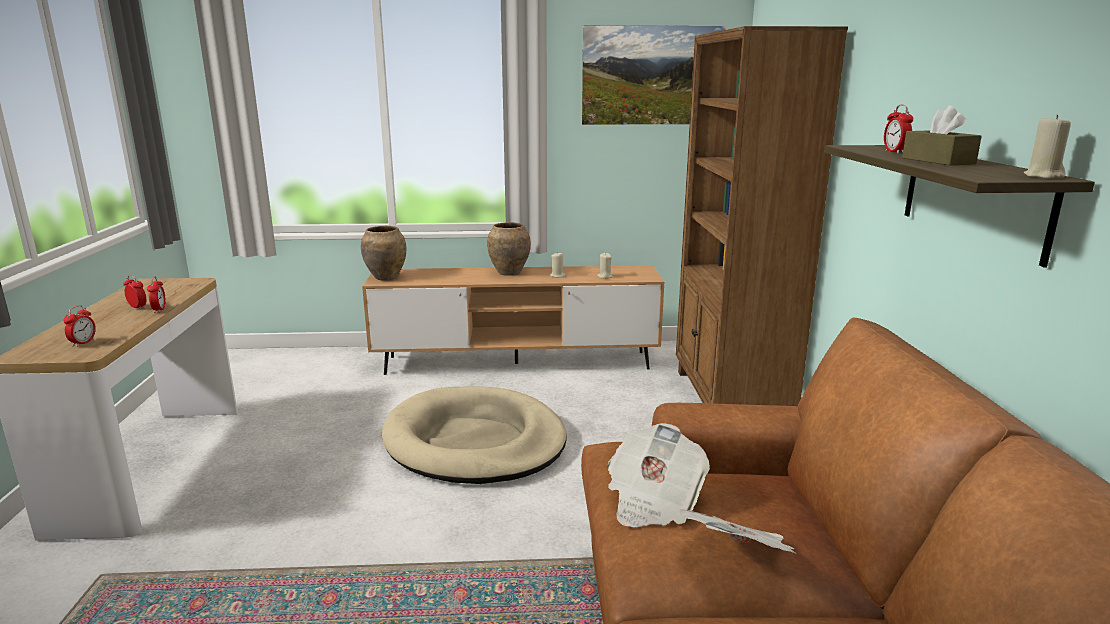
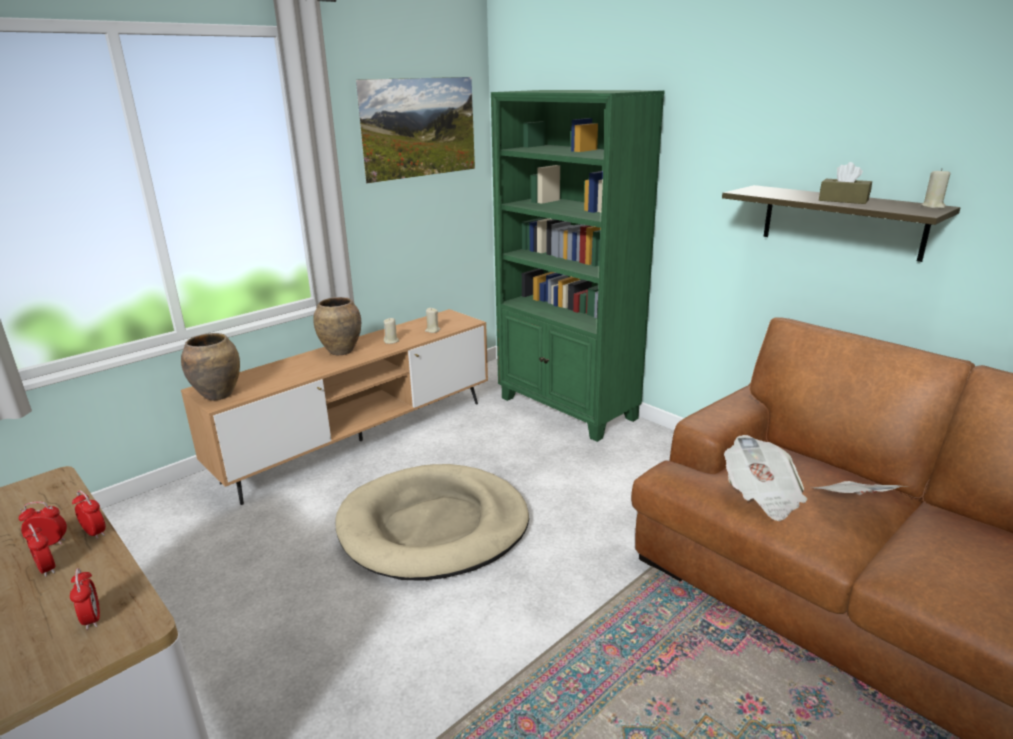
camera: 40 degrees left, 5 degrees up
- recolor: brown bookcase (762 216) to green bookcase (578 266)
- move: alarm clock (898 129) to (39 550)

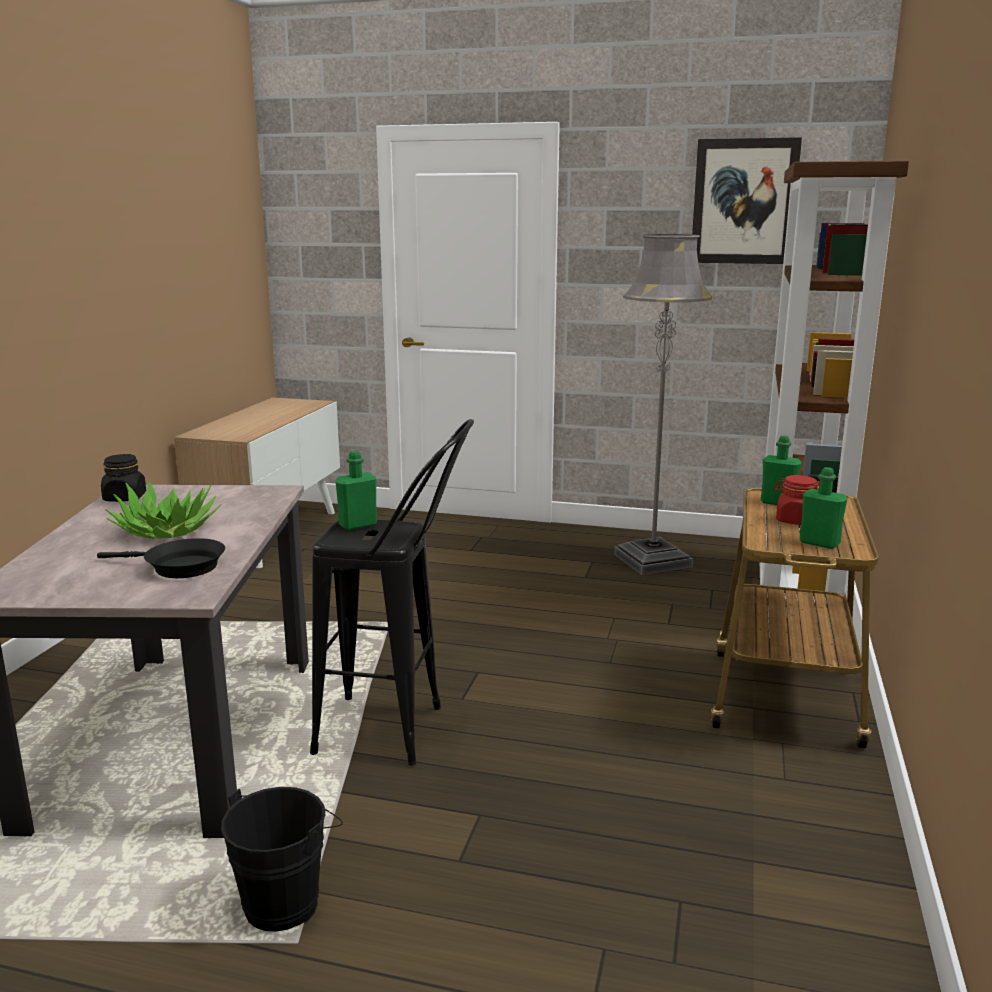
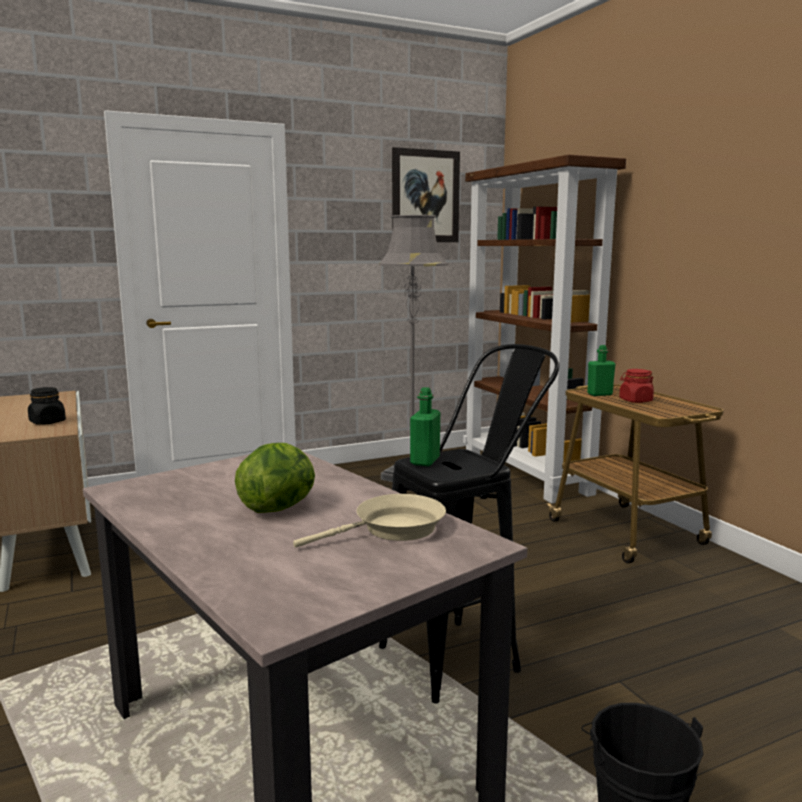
camera: 40 degrees left, 5 degrees down
- recolor: black frying pan (161 558) to beige frying pan (369 521)
- move: black jar (123 478) to (47 406)
- replace: potted plant (163 510) to lettuce (275 478)
- delete: green bottle (823 508)

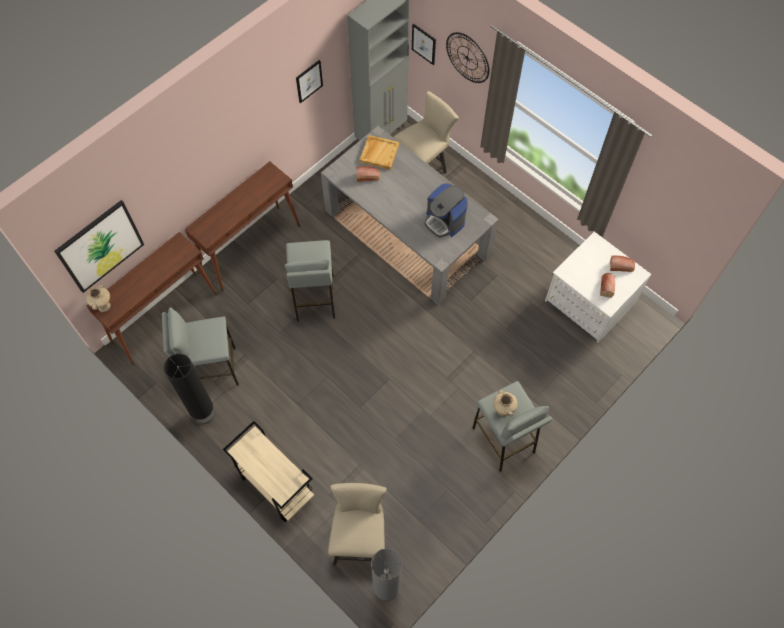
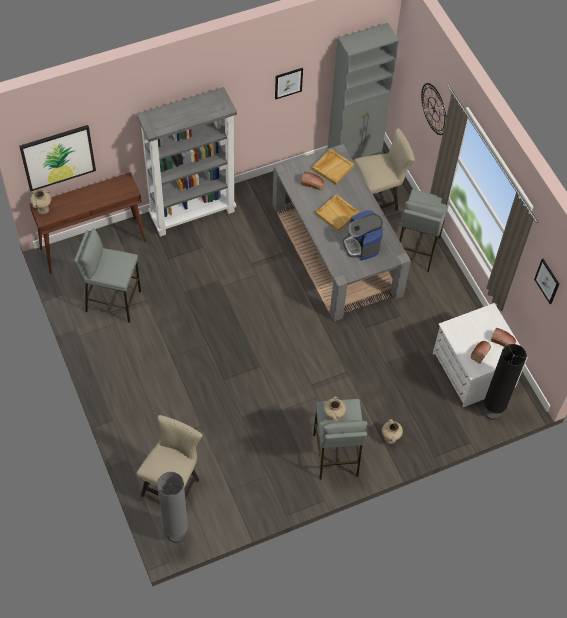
camera: 20 degrees right, 5 degrees down
- move: black floor lamp (189 389) to (505 382)
- replace: brown console table (242 226) to grey bookcase (187 162)
- delete: beige cart (268 471)
- move: grey stool (310 280) to (424 230)
- move: picture (424 44) to (546 281)
- insert: beige tray (337 213)
- insert: beige vase (392 431)

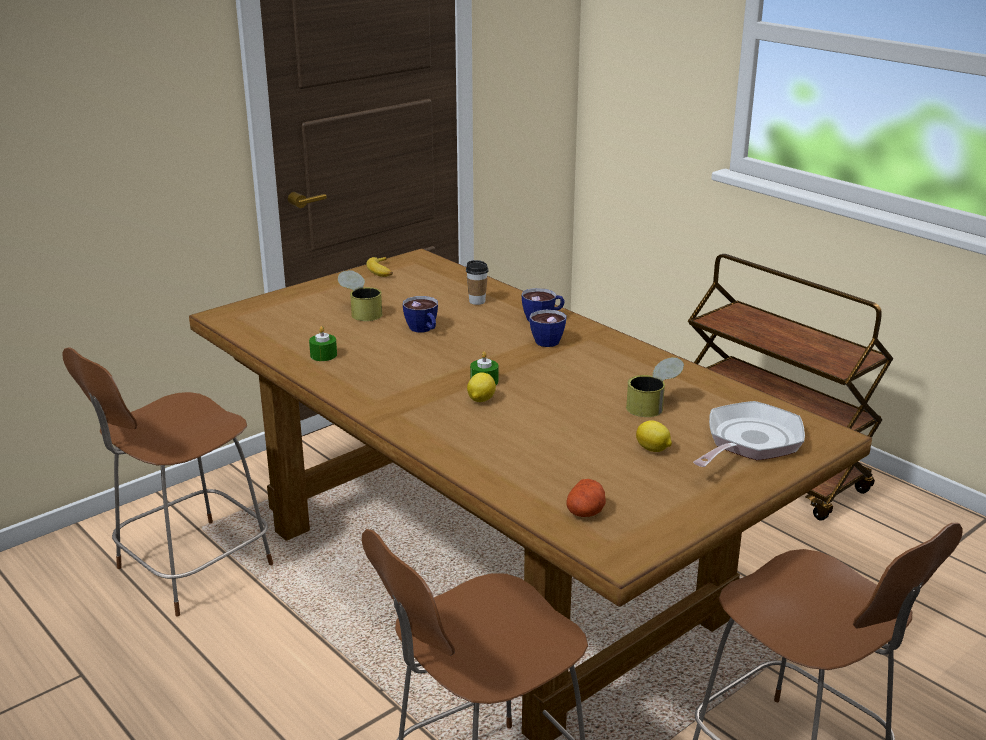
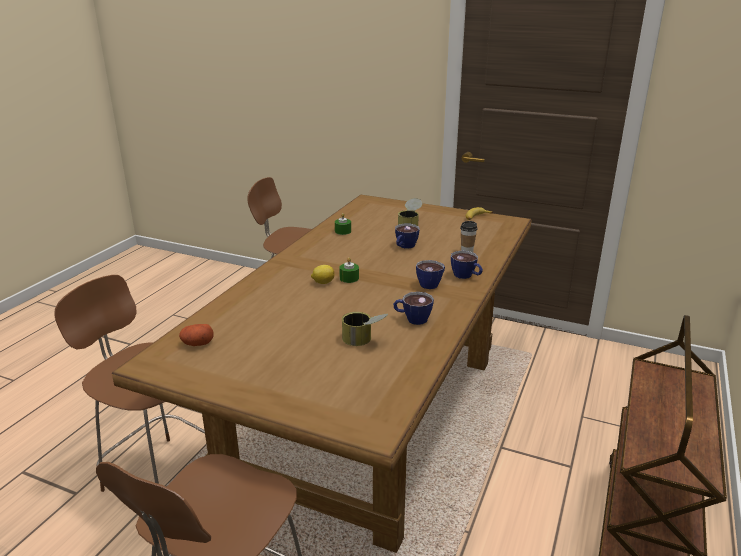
camera: 65 degrees right, 0 degrees up
- delete: lemon (654 436)
- delete: frying pan (749 434)
- insert: cup (413 308)

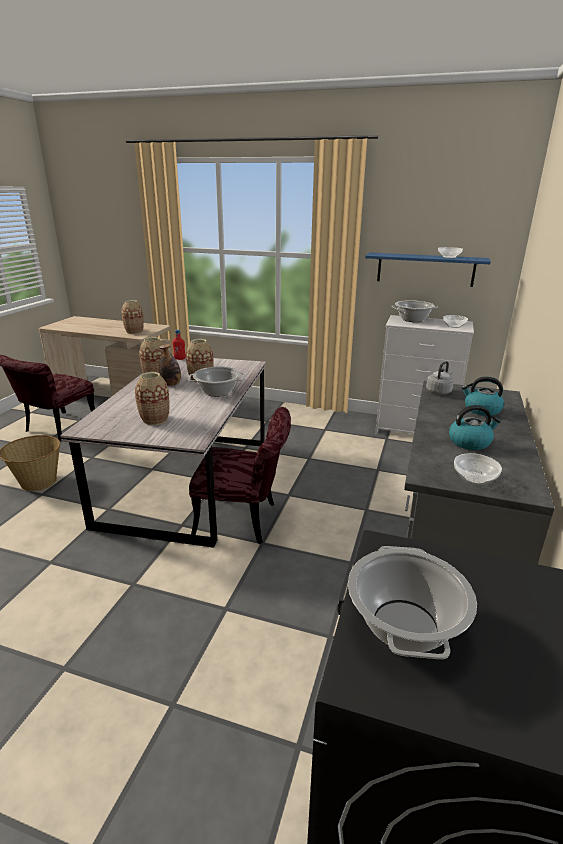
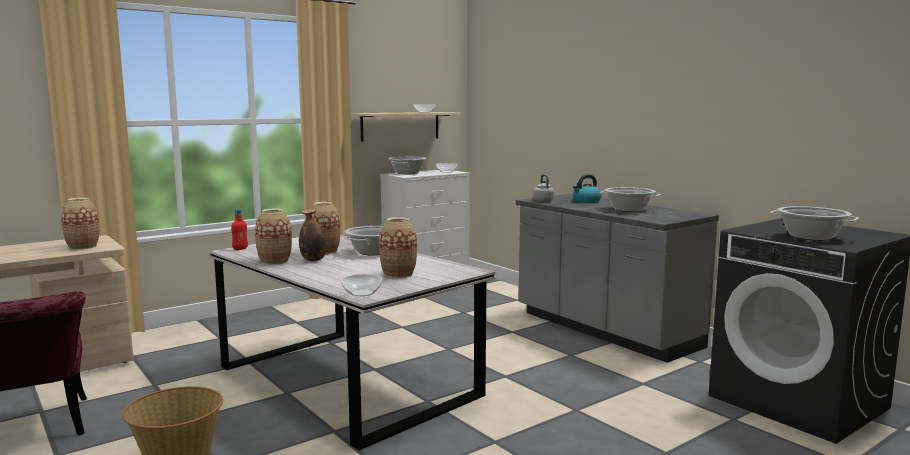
camera: 55 degrees left, 15 degrees down
- delete: red chair (240 475)
- recolor: blue shelf (428 270) to beige shelf (406 127)
- replace: kettle (475 427) to cooking pot (630 199)
- move: bowl (478 469) to (361 285)

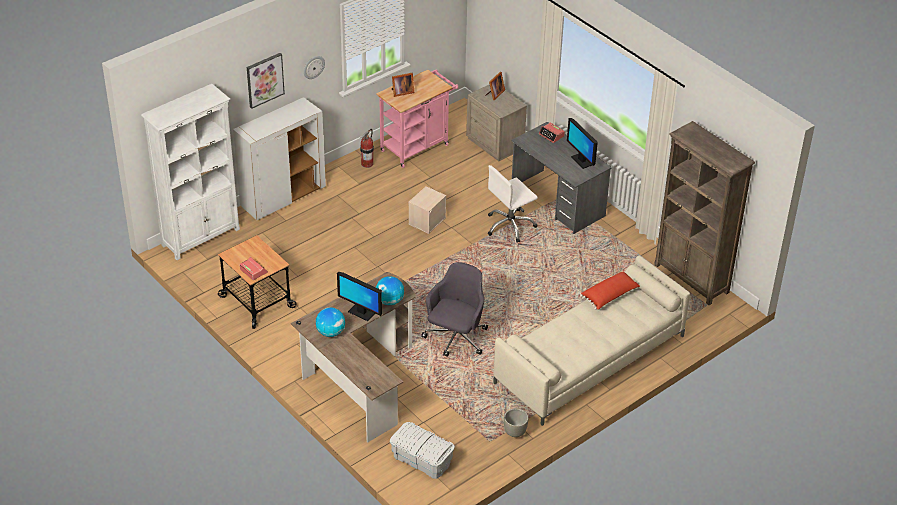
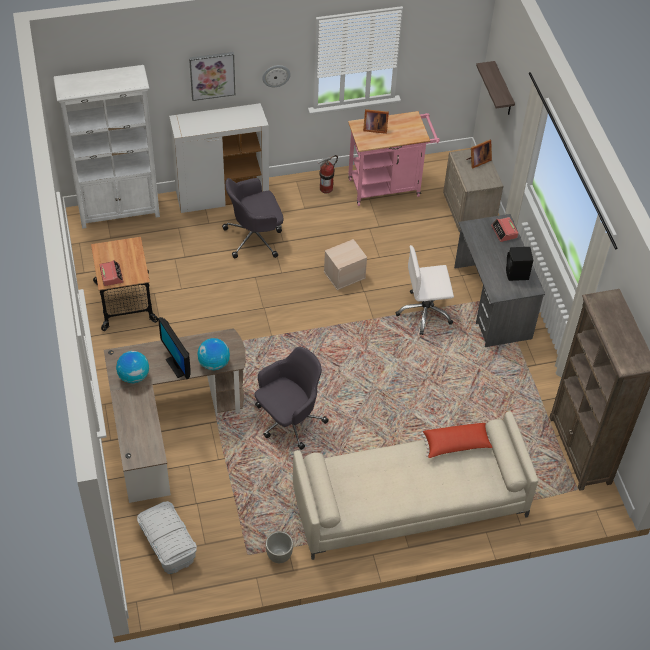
camera: 25 degrees right, 10 degrees up
- replace: monitor (582 143) to black speaker (519 264)
- insert: grey office chair (252 218)
- insert: shelf (495 88)

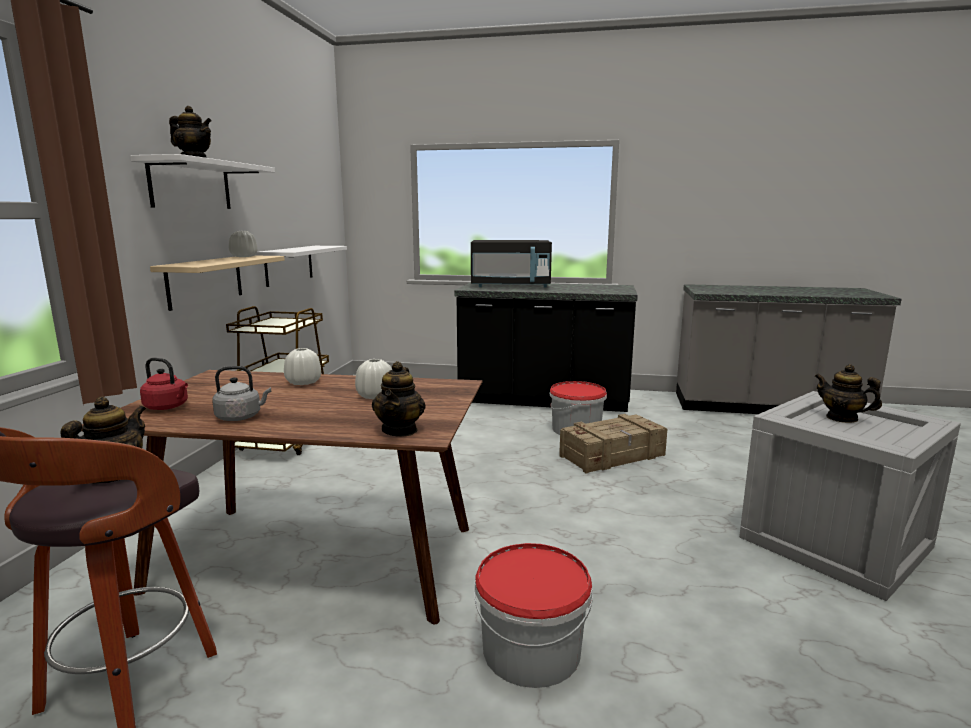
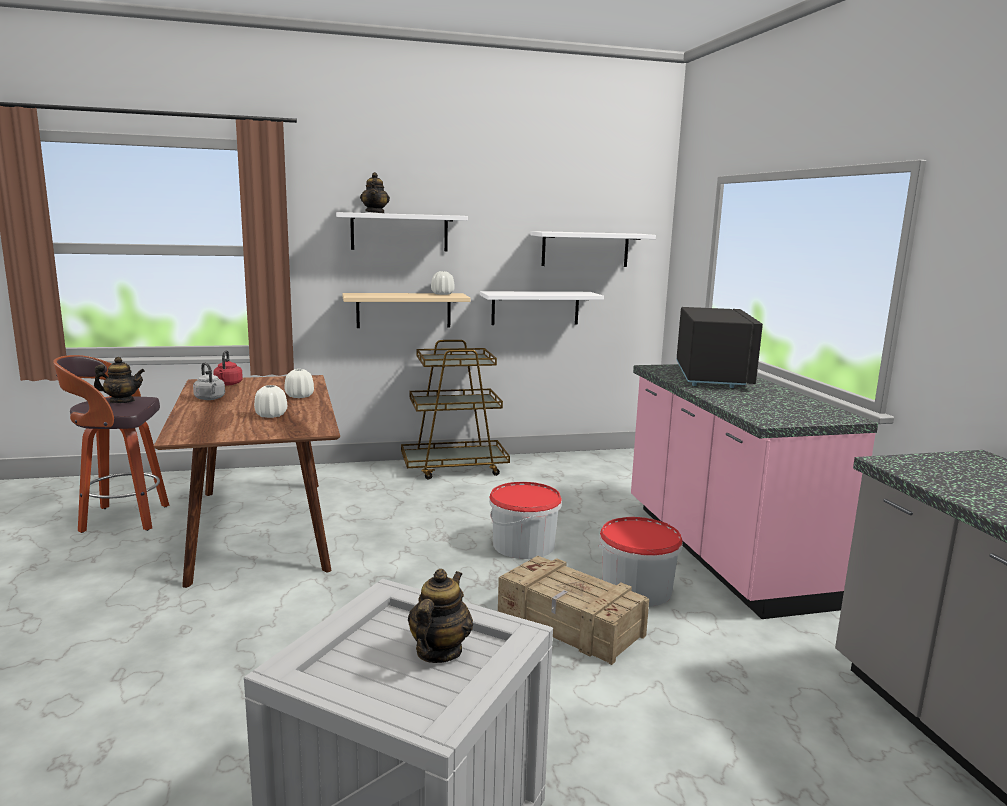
camera: 65 degrees right, 0 degrees up
- delete: teapot (398 399)
- recolor: black counter (546 347) to pink counter (754 491)
- rotate: black microwave (511 264) = (720 347) 150 degrees counterclockwise
- move: bucket (533 615) to (525 520)
- insert: white shelf (593 249)

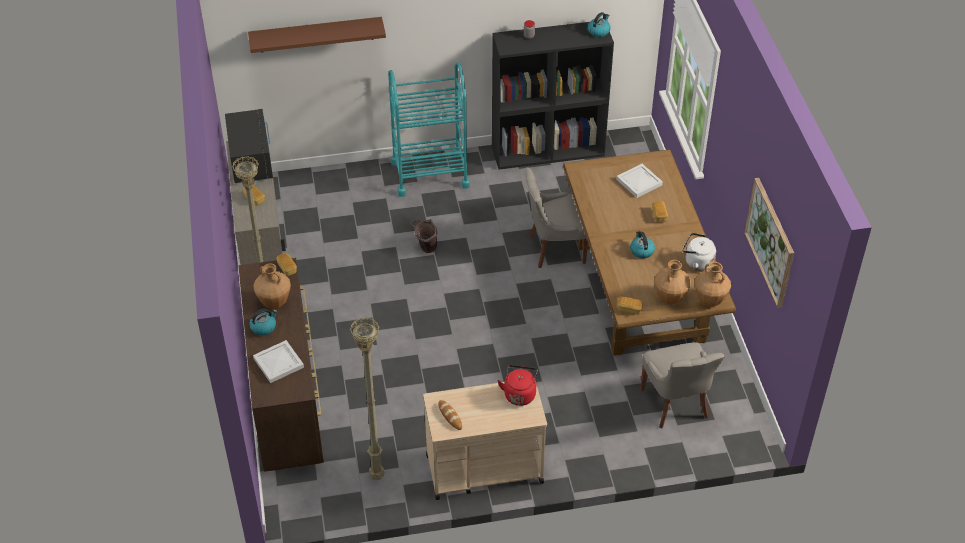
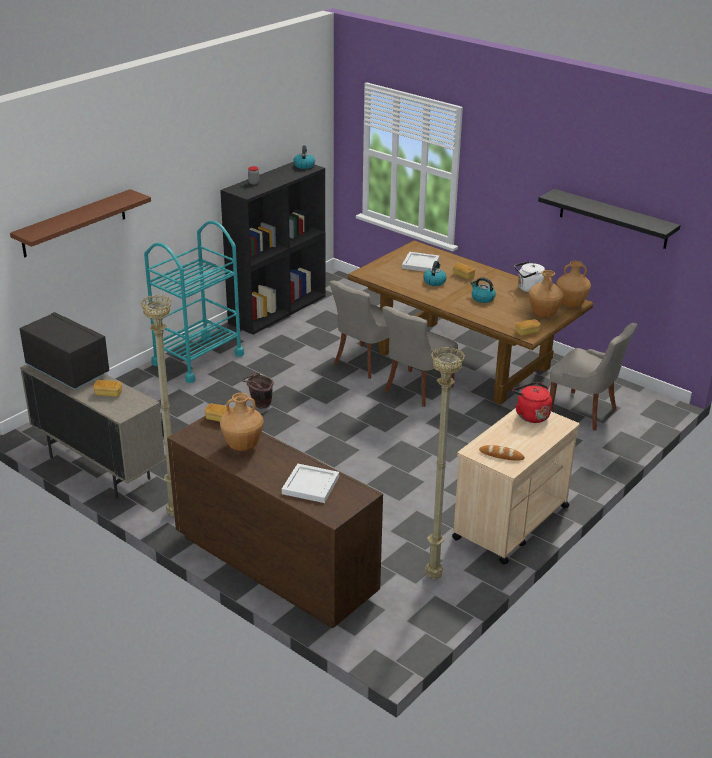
camera: 40 degrees left, 15 degrees down
- move: kettle (263 322) to (435 273)
- replace: picture (769 243) to black shelf (609 219)
- insert: grey chair (420 356)

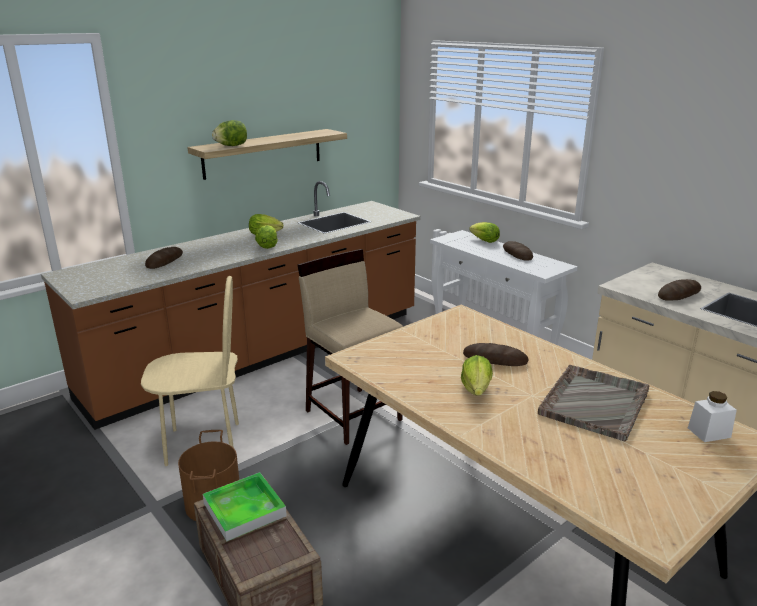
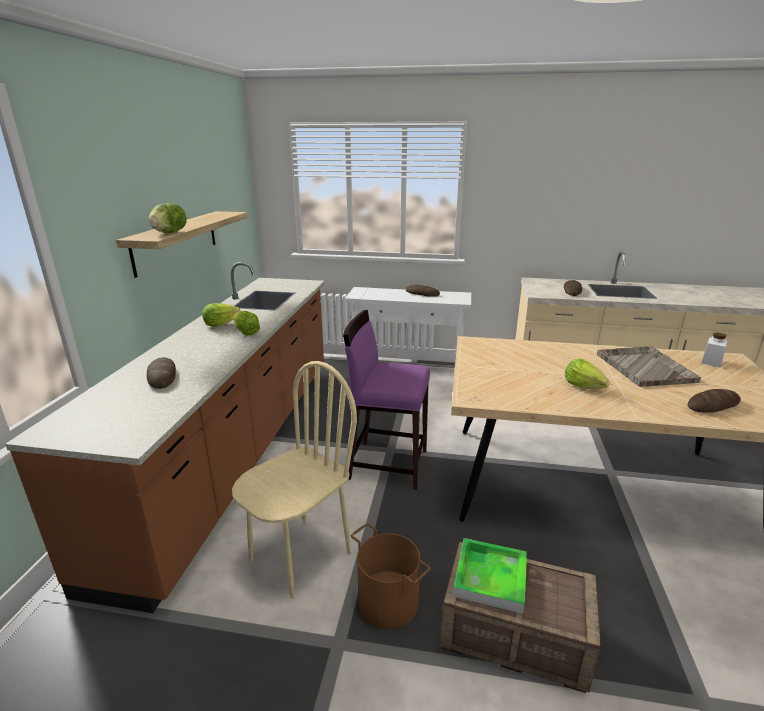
camera: 40 degrees left, 0 degrees up
- recolor: beige stool (350 347) to purple stool (386 399)
- move: bread (495 354) to (714 401)
- delete: lettuce (484 232)

